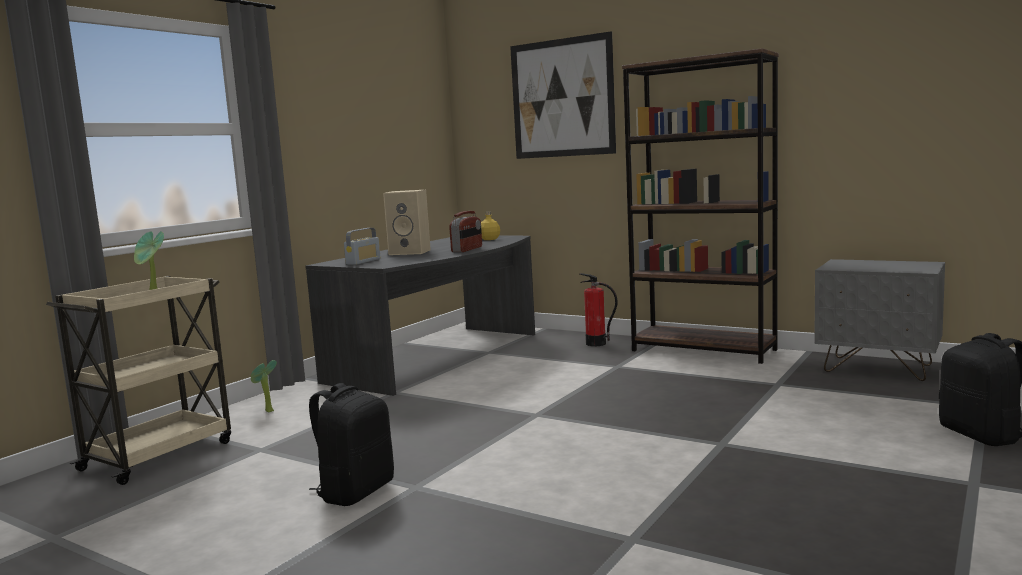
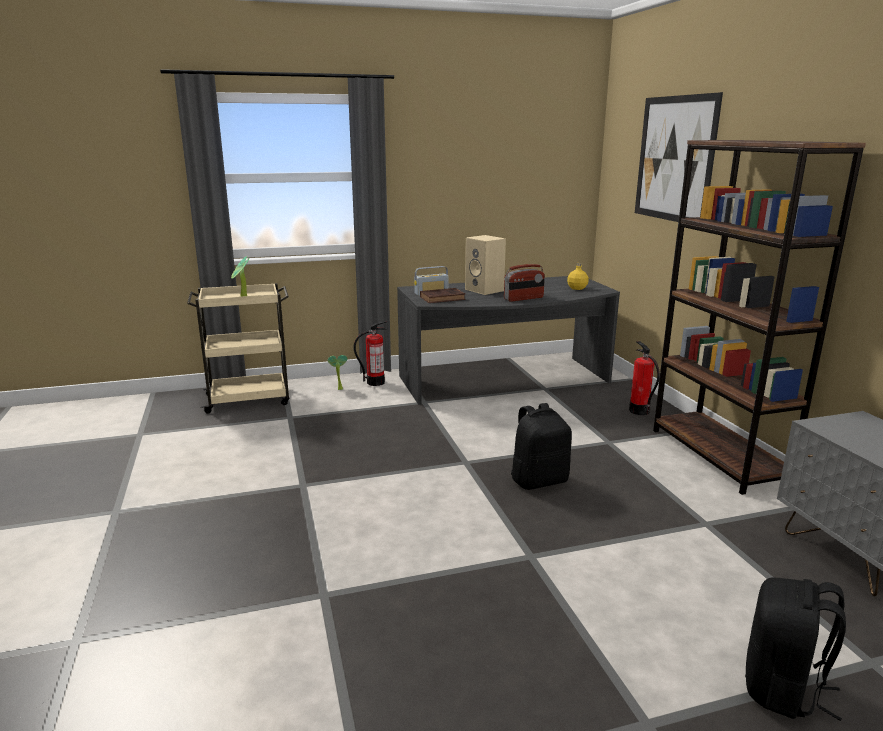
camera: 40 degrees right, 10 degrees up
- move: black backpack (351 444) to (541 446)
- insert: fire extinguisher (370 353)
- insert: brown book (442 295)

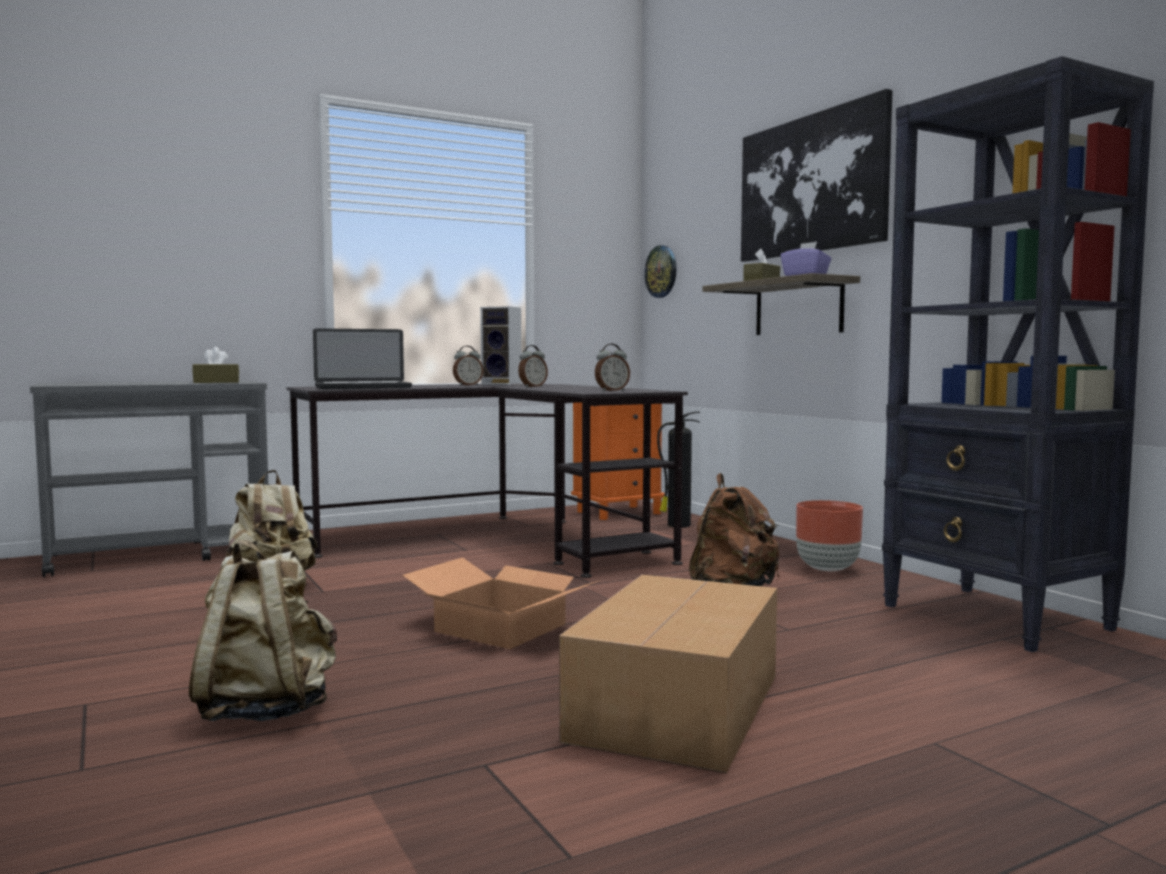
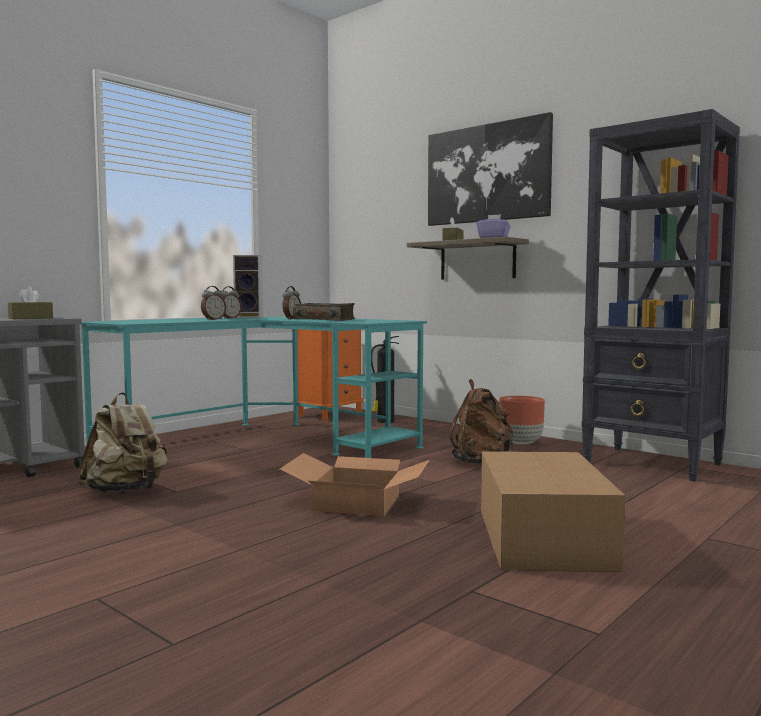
camera: 20 degrees left, 0 degrees up
- delete: beige backpack (263 630)
- recolor: black desk (487 481) to turquoise desk (253 387)
- delete: laptop (362 358)
- move: alarm clock (612 367) to (213 303)
- delete: wall clock (660 271)
- insert: book (324 312)

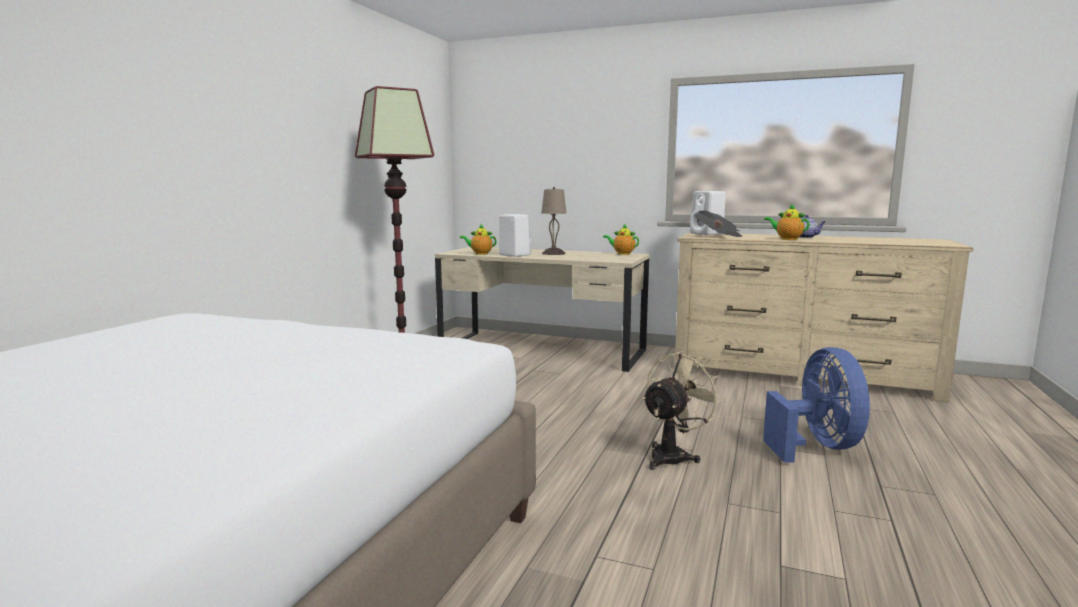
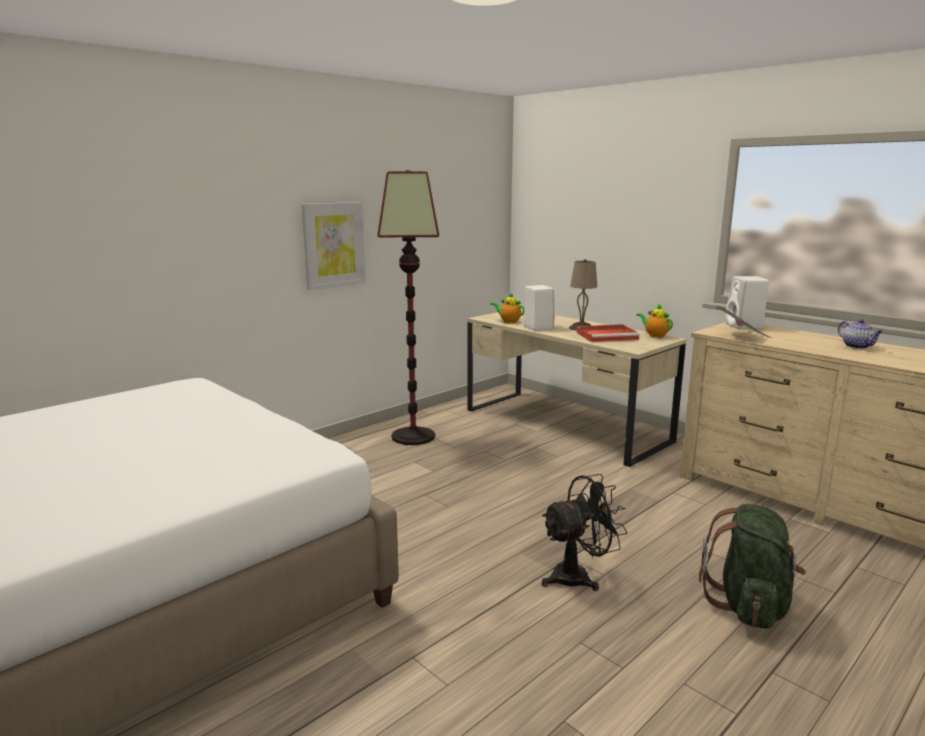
camera: 25 degrees right, 5 degrees up
- recolor: beige fan (682 410) to black fan (584 532)
- replace: blue fan (816 405) to green backpack (752 566)
- delete: teapot (787 221)
- insert: picture (333 246)
- insert: red tray (608 333)

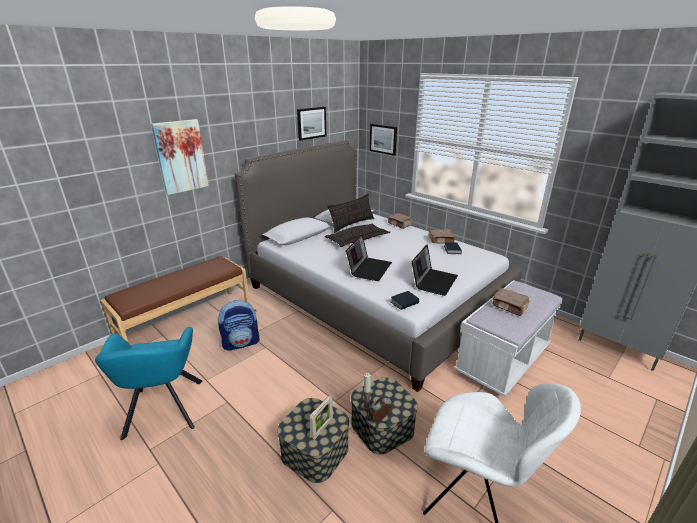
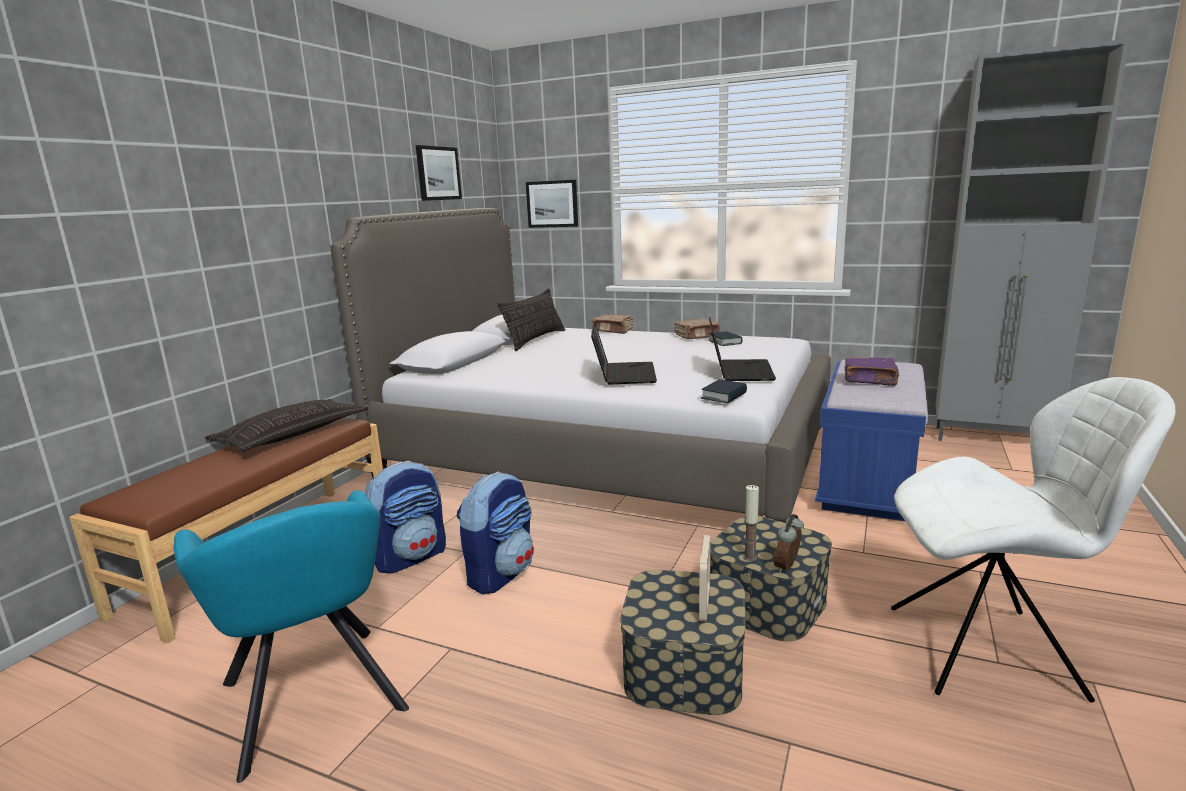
camera: 20 degrees left, 10 degrees down
- delete: picture (180 157)
- move: pillow (357 235) to (287 425)
- recolor: white bench (508 338) to blue bench (871 440)
- recolor: brown book (511 302) to purple book (872 371)
- insert: backpack (495 533)

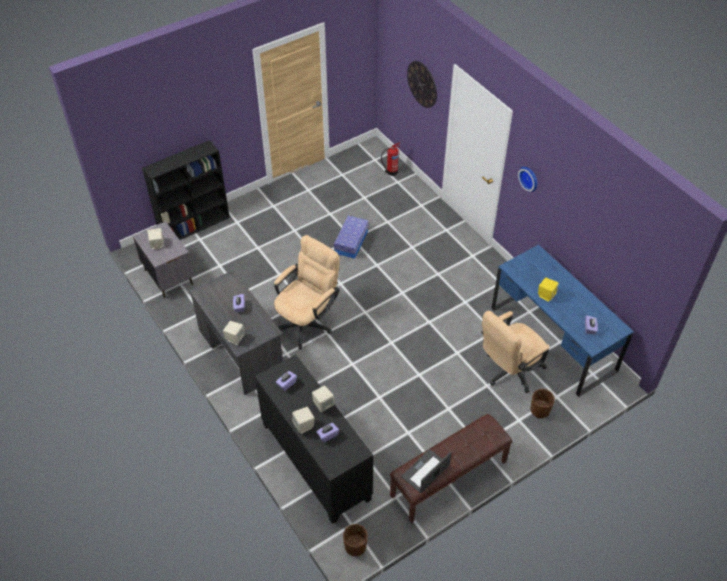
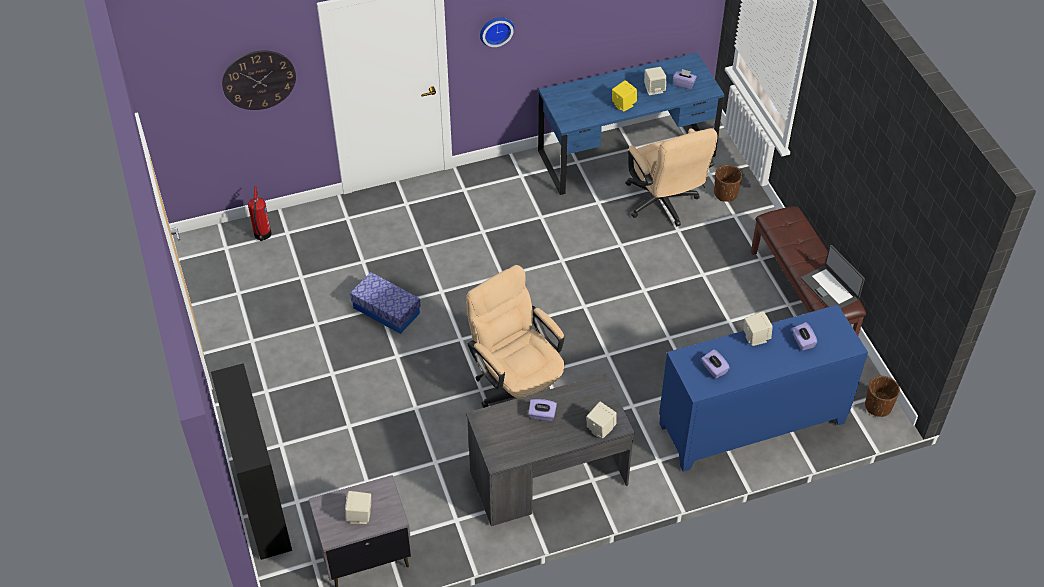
camera: 75 degrees left, 0 degrees up
- recolor: black cabinet (314 439) to blue cabinet (763 388)
- move: beige speaker (303 420) to (655 81)

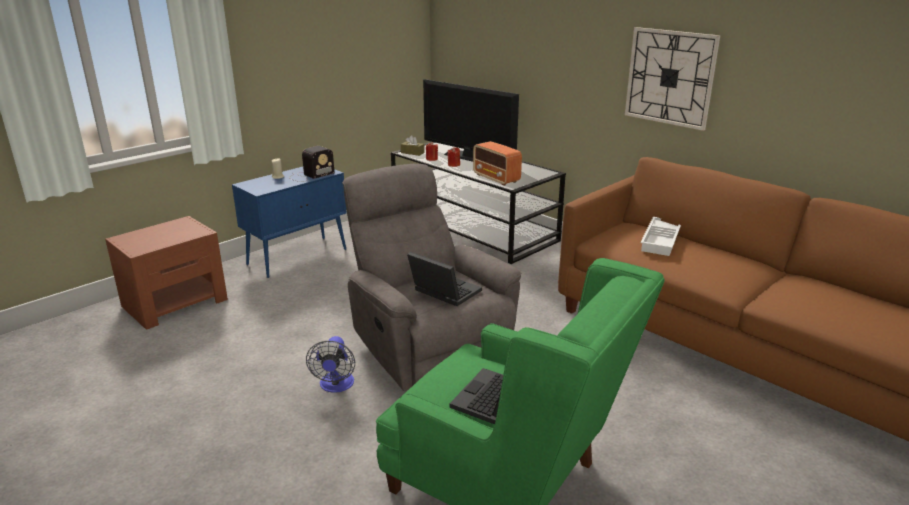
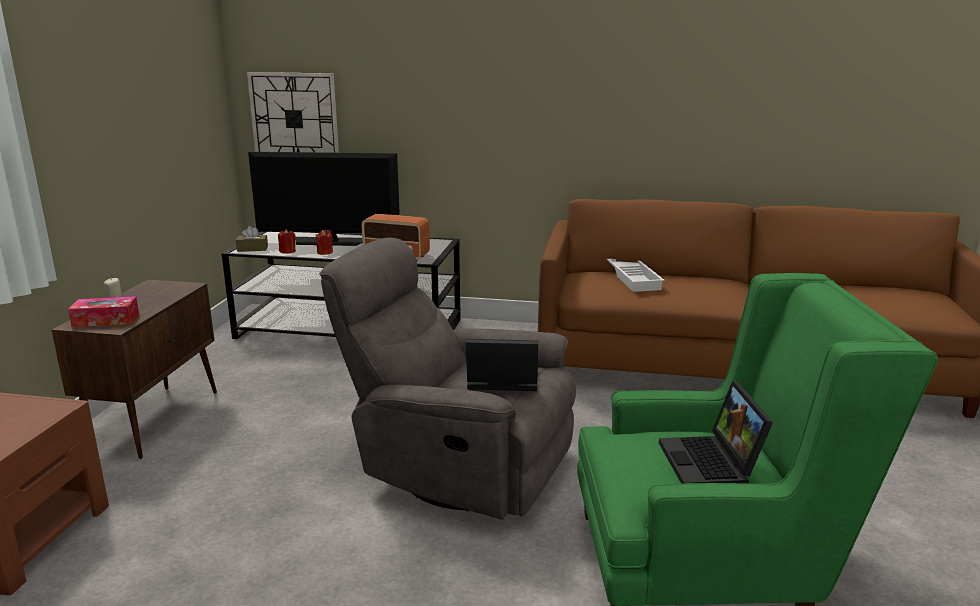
camera: 35 degrees left, 5 degrees down
- recolor: blue cabinet (289 222) to brown cabinet (134 369)
- delete: radio (313 164)
- delete: fan (330 364)
- move: wall clock (672 79) to (293 112)
- insert: tissue box (103 311)

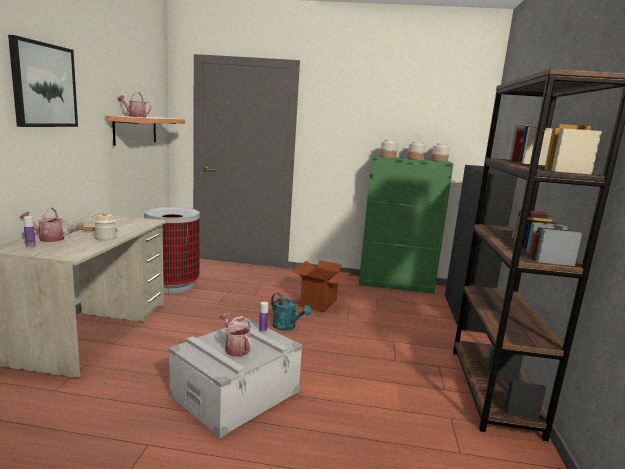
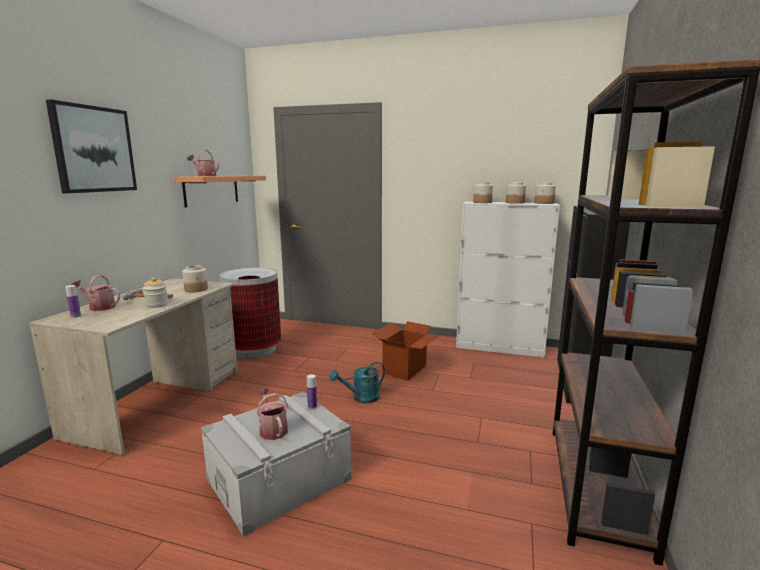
camera: 10 degrees right, 0 degrees up
- rotate: turquoise watering can (291 312) = (357 382) 105 degrees clockwise
- recolor: green cabinet (406 224) to white cabinet (508 279)
- insert: jar (195 278)

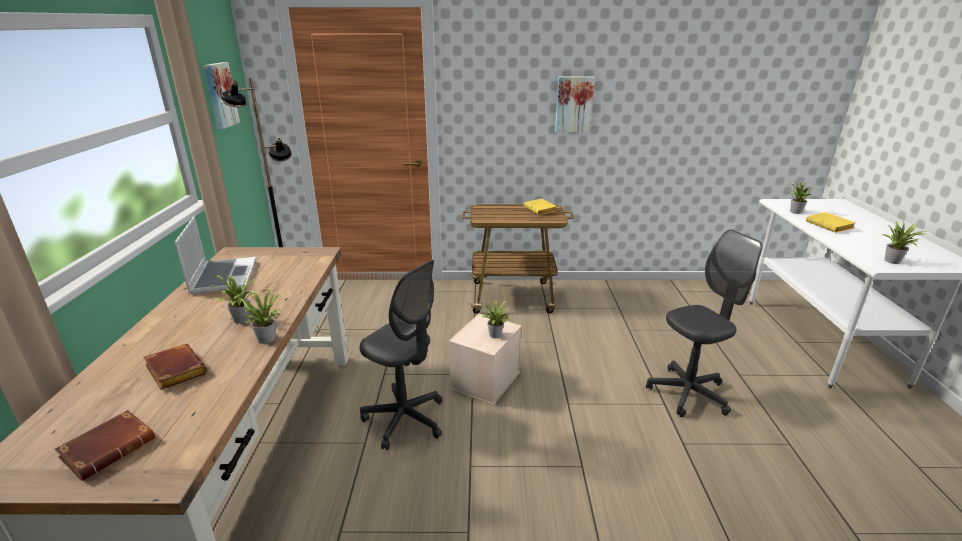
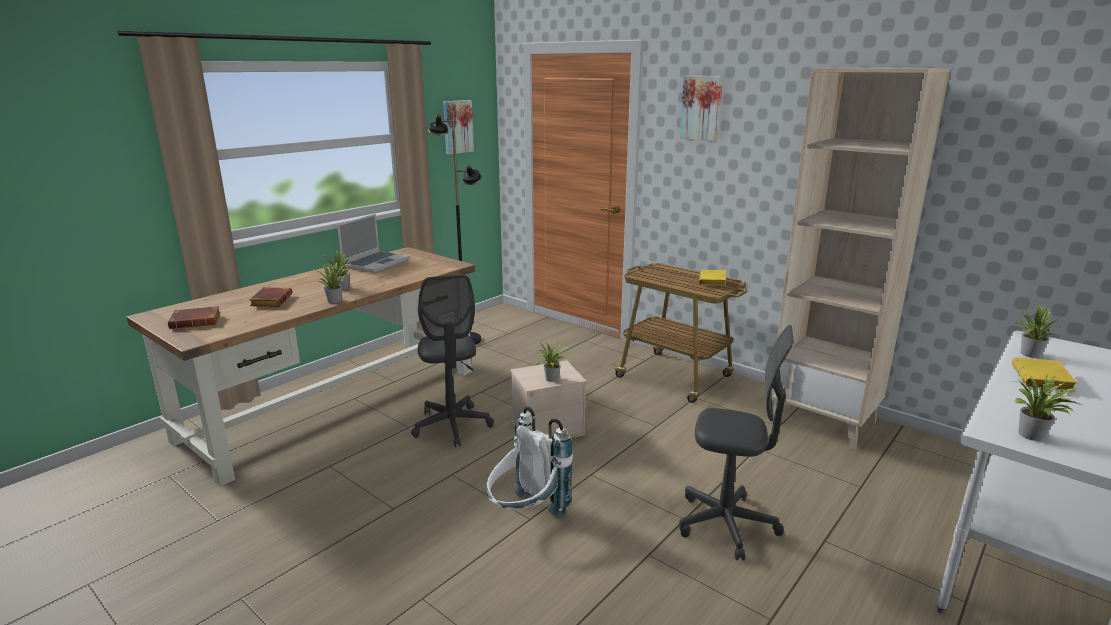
camera: 40 degrees right, 5 degrees down
- move: picture (575 104) to (701 108)
- insert: white backpack (529 462)
- insert: beige bookcase (860 259)

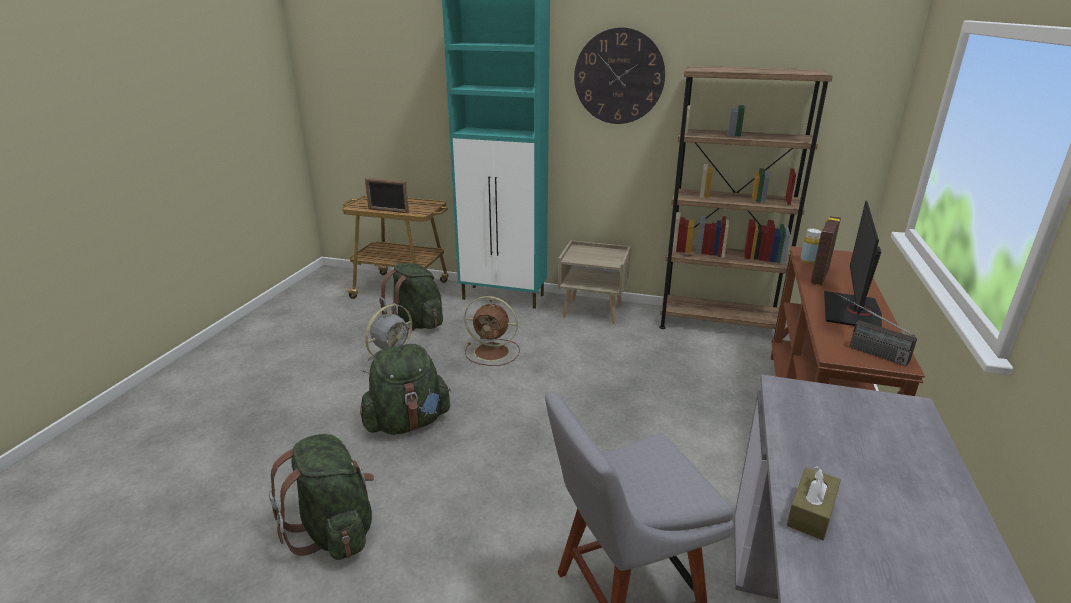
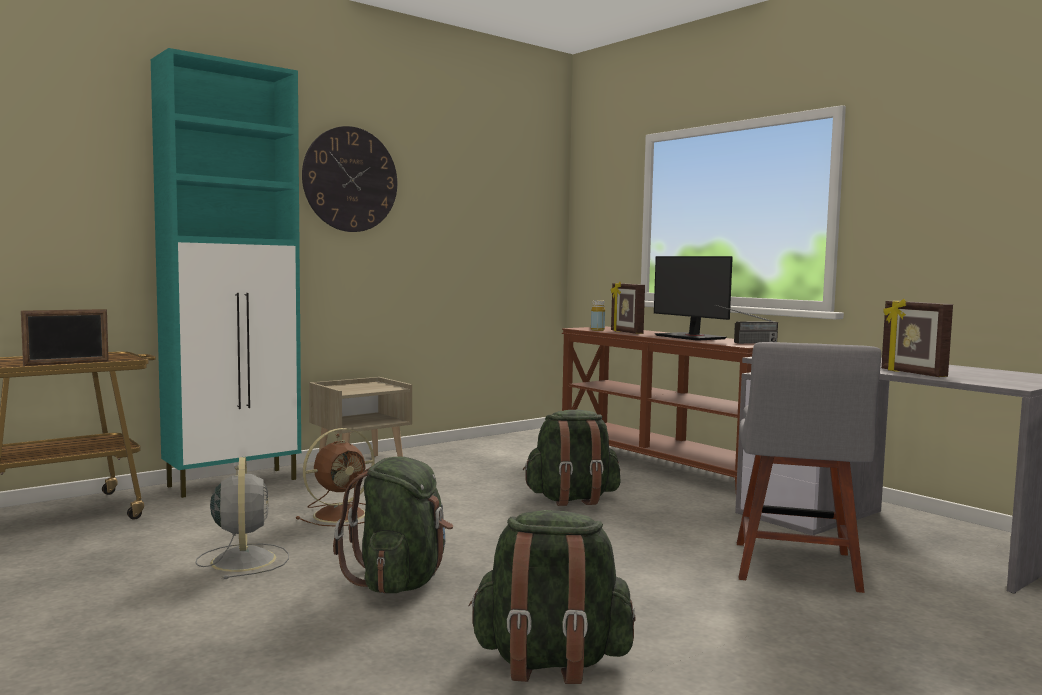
camera: 55 degrees left, 20 degrees down
- move: green backpack (411 297) to (572 458)
- delete: brown bookcase (746 204)
- replace: brown tissue box (814 503) to picture frame (917 338)

